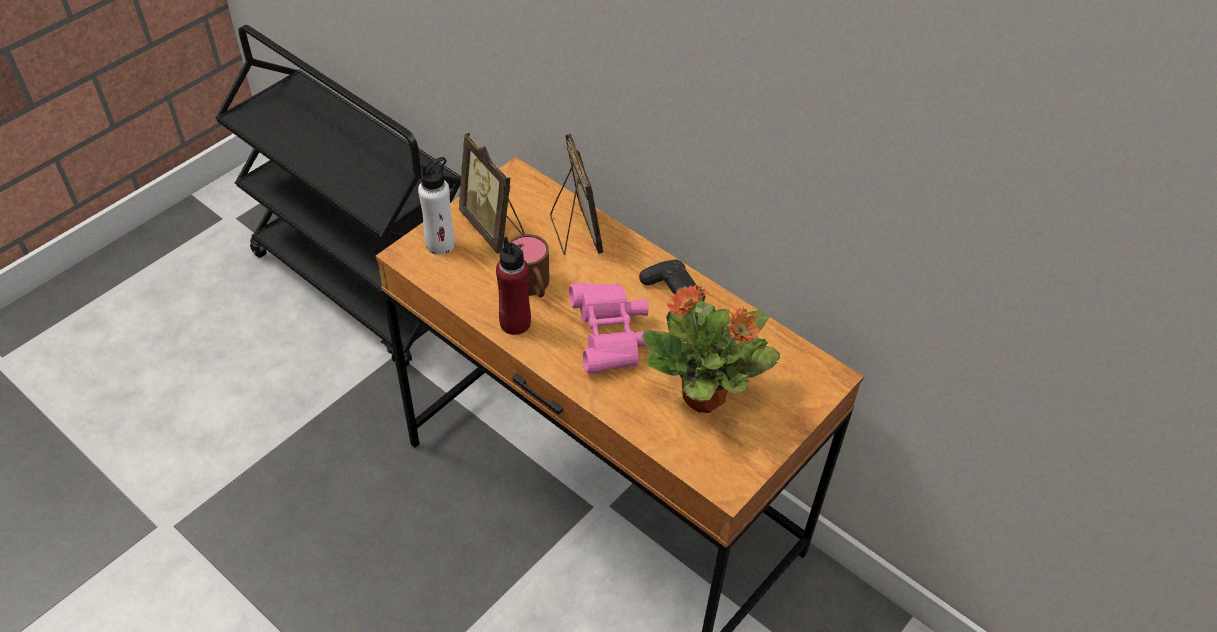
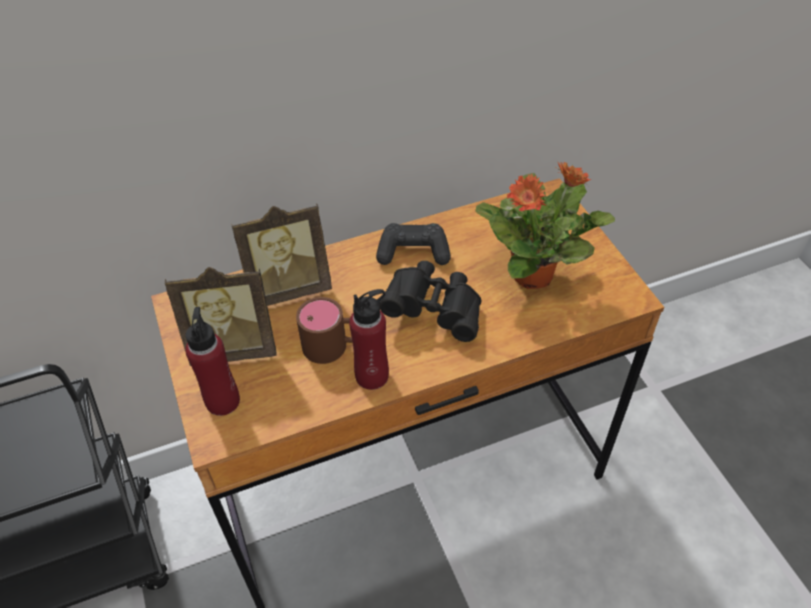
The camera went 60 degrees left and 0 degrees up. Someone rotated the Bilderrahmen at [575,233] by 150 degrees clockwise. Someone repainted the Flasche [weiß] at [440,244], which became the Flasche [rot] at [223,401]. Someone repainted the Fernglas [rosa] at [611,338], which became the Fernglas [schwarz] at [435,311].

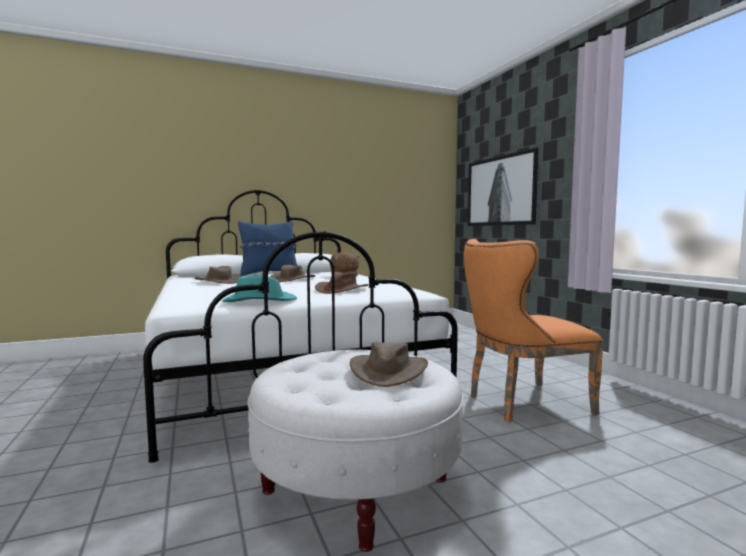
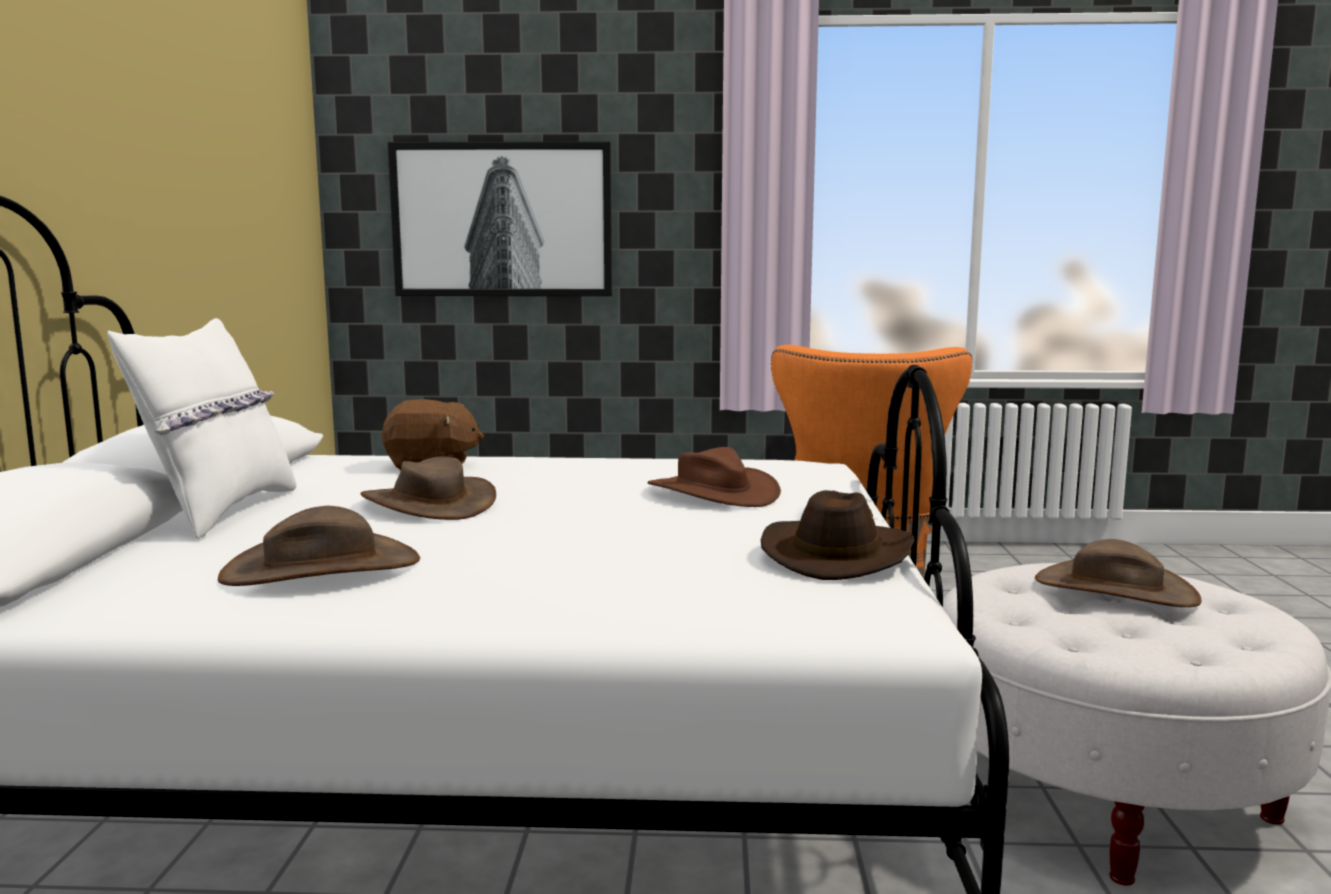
The camera went 65 degrees left and 5 degrees up. Someone repainted the Kissen [blau] at [269,274], which became the Kissen [weiß] at [220,512]. Someone repainted the Hut [türkis] at [259,301], which became the Hut [braun] at [837,555].

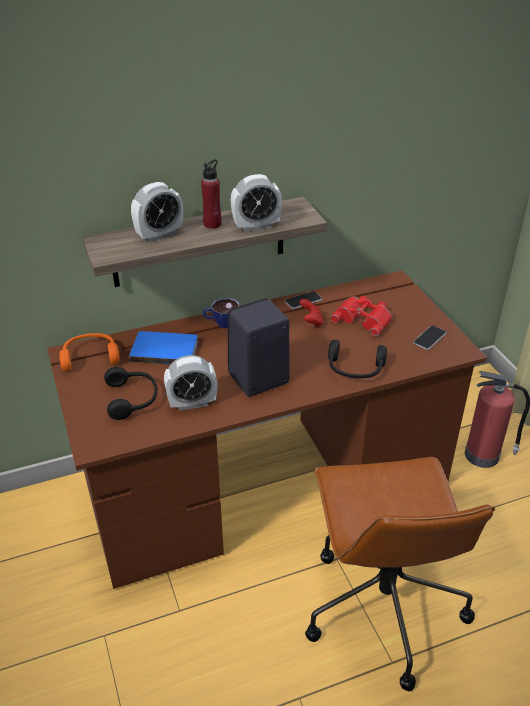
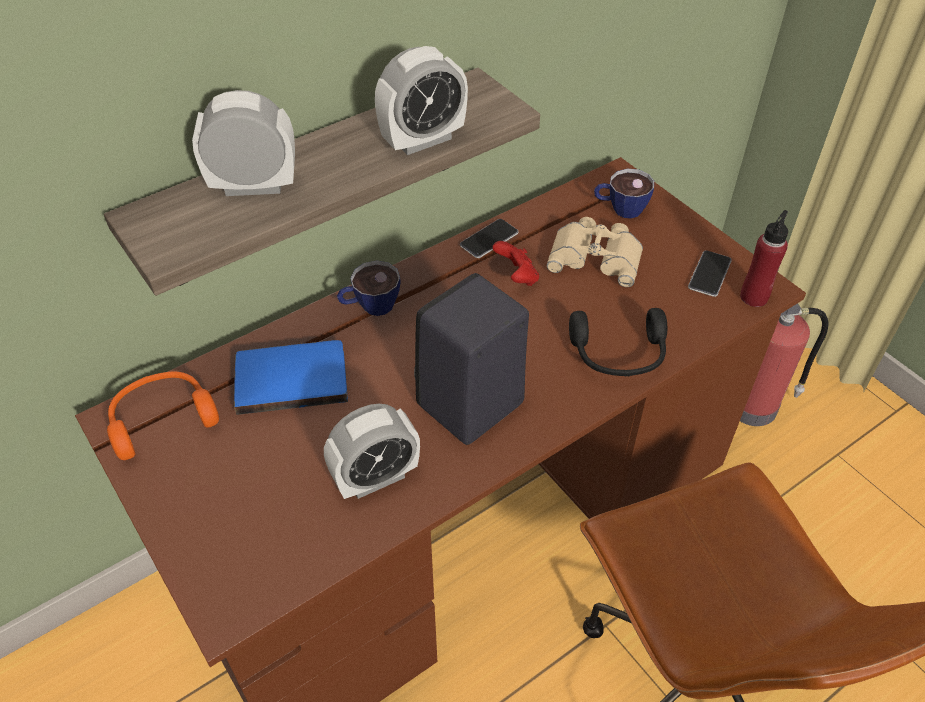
The camera went 15 degrees left and 10 degrees up. Someone carried the Flasche [rot] from [212,224] to [754,297]. Someone rotated the Wecker at [159,235] by 135 degrees counterclockwise. Someone repainted the Fernglas [rot] at [364,318], which became the Fernglas [beige] at [596,256]. Someone took away the Kopfhörer [schwarz] at [133,399]. Someone put down the Tasse at [620,208].

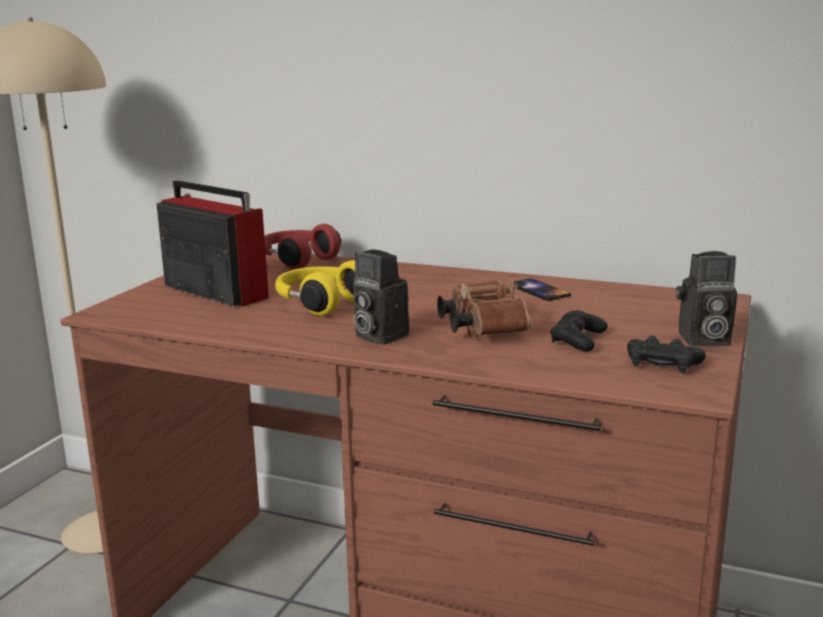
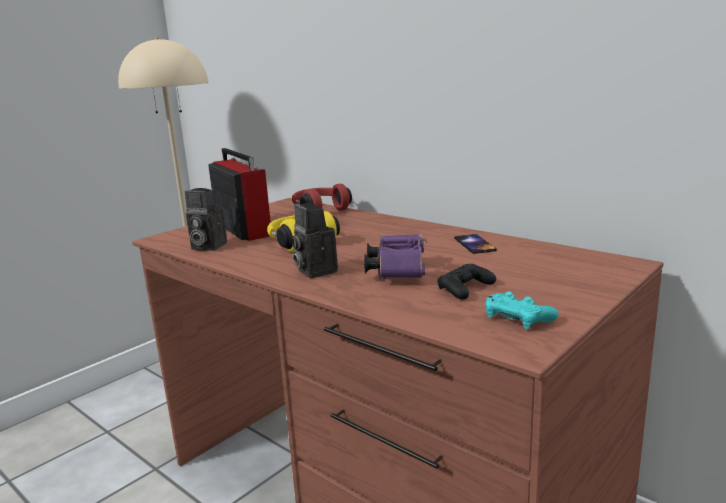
The camera went 20 degrees right and 0 degrees up. Someone carried the Kamera from [702,340] to [206,246]. Someone repainted the Fernglas [braun] at [482,327], which became the Fernglas [lila] at [398,271]. Someone repainted the Gamepad [schwarz] at [663,364], which became the Gamepad [türkis] at [518,318].

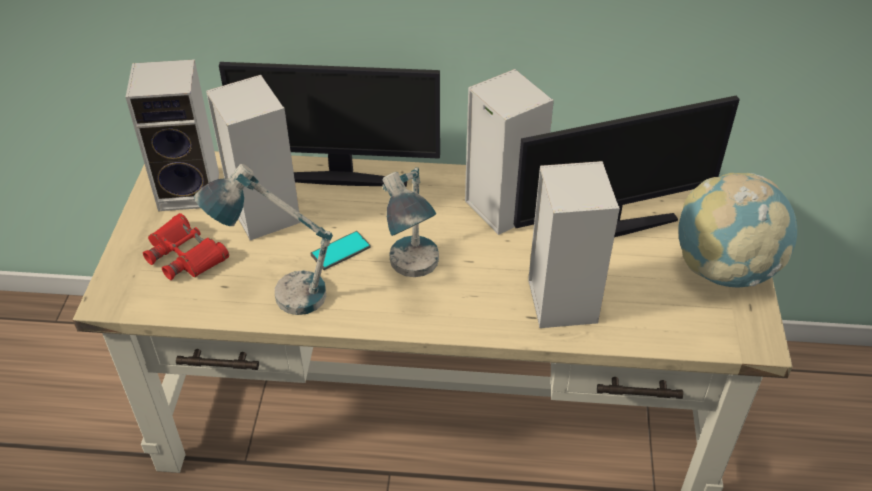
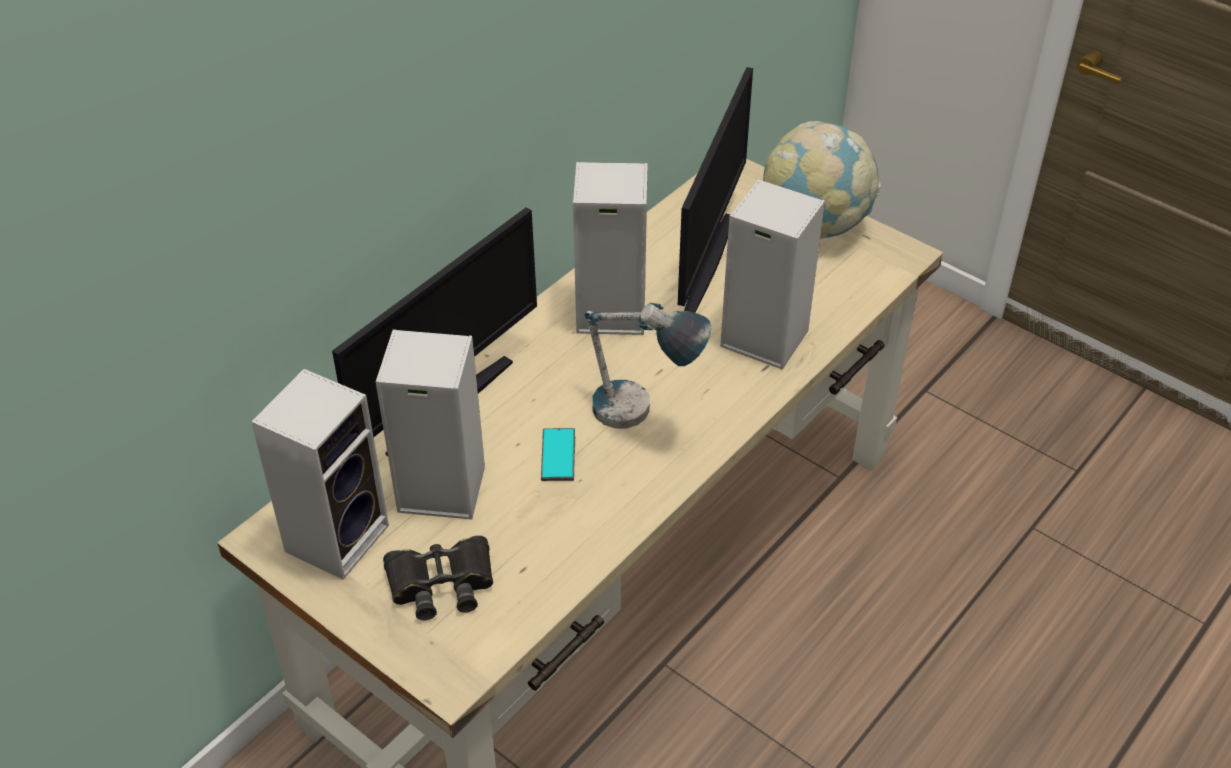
The camera went 55 degrees left and 0 degrees up. Someone took away the Tischlampe at [278,294]. Someone repainted the Fernglas [rot] at [185,254], which became the Fernglas [schwarz] at [441,583].

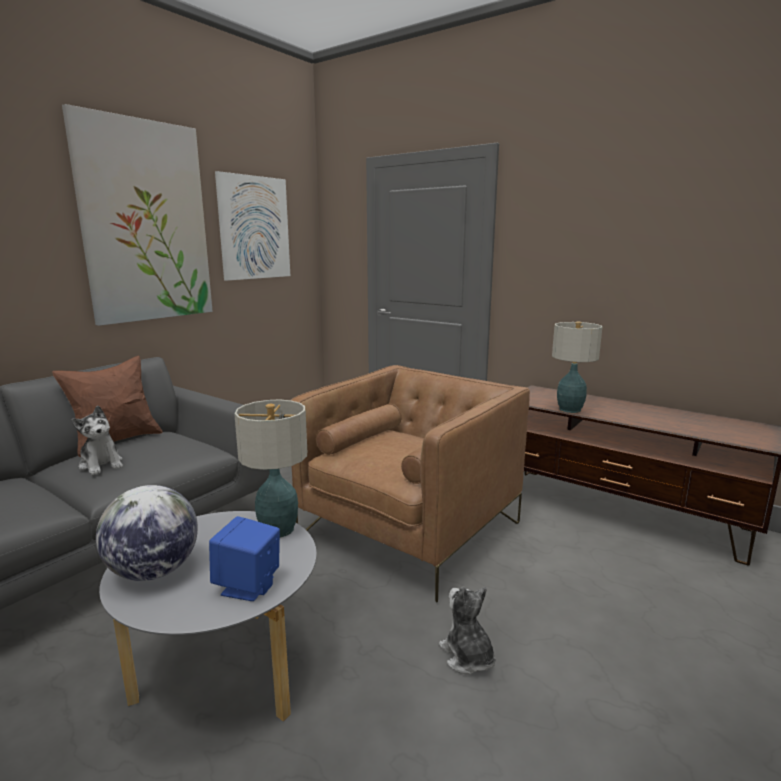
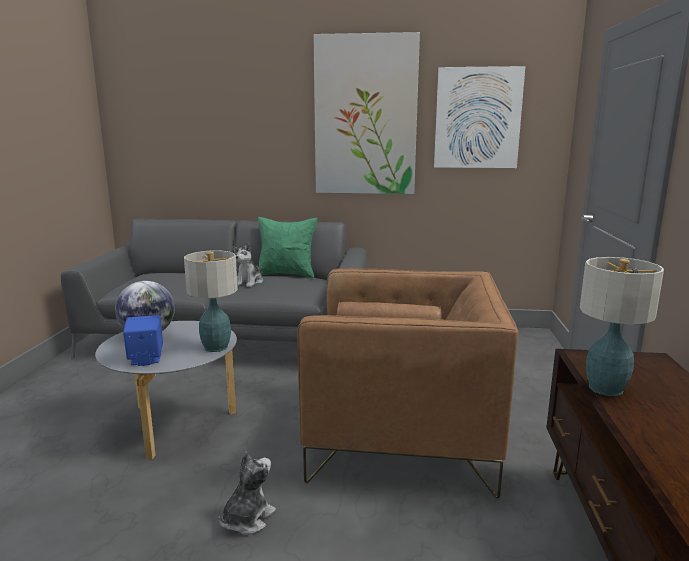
The camera went 60 degrees right and 0 degrees up. Someone repainted the Kissen [braun] at [116,441], which became the Kissen [grün] at [286,274].

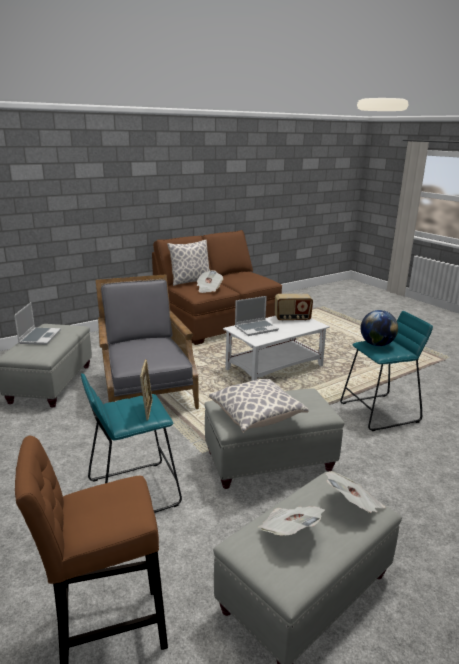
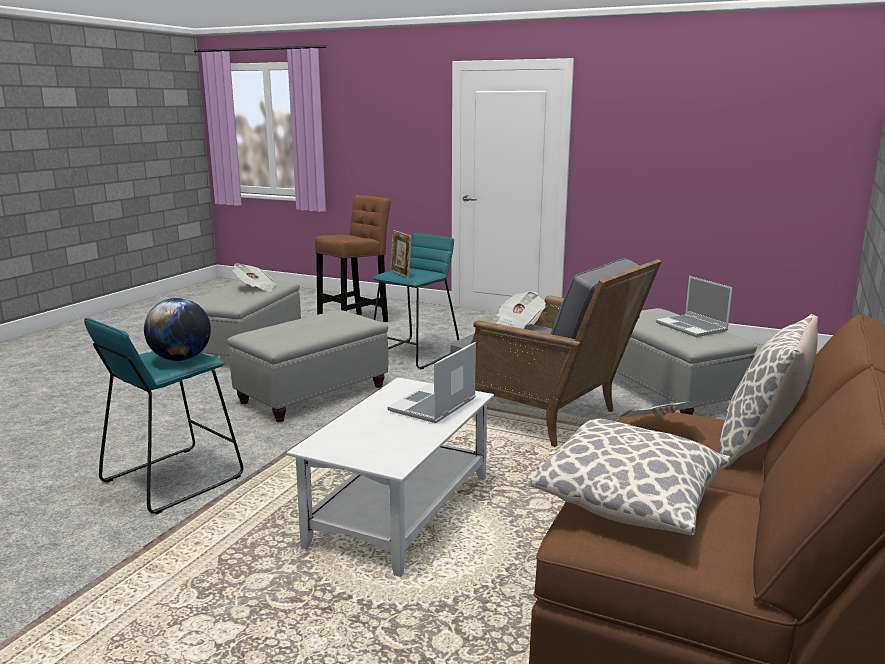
The camera went 150 degrees right and 5 degrees down. Someone took away the Radio at [292,319]. Someone carried the Kissen from [256,417] to [630,501]. Someone carried the Zeitung from [353,505] to [517,325].

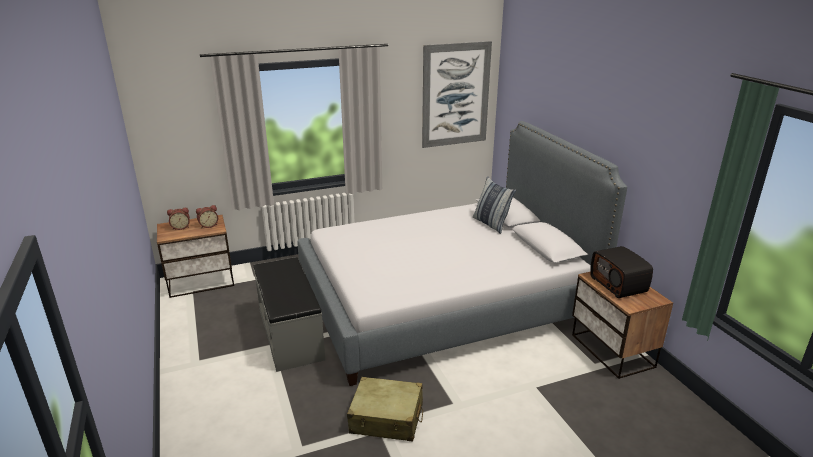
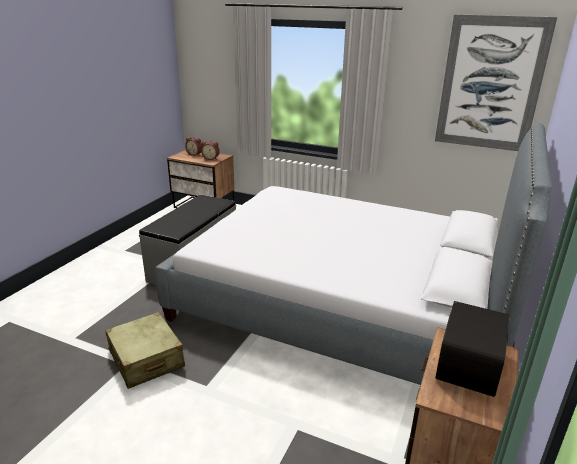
The camera went 45 degrees right and 0 degrees up. Someone took away the Kissen at [491,224].

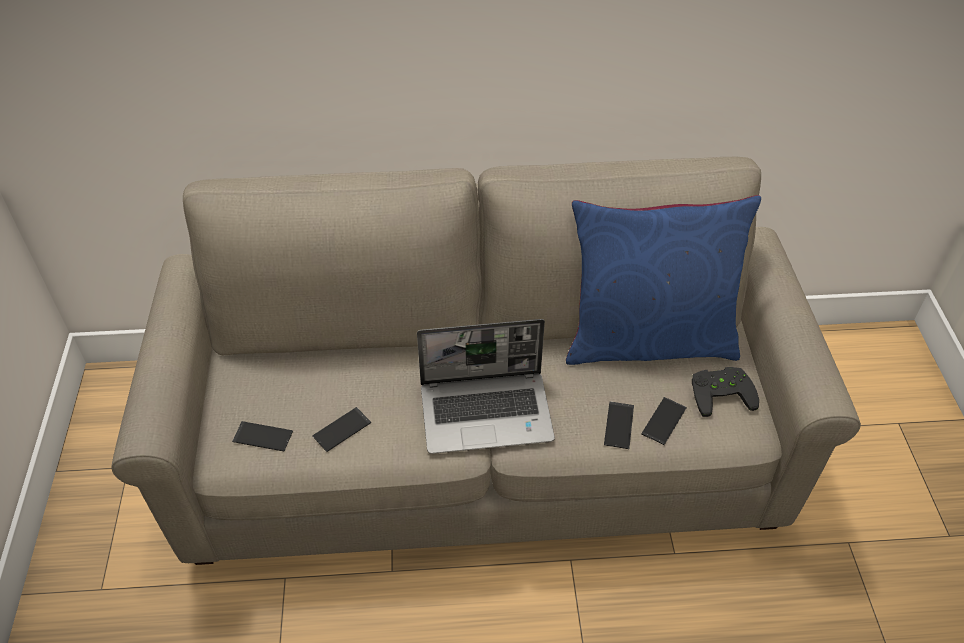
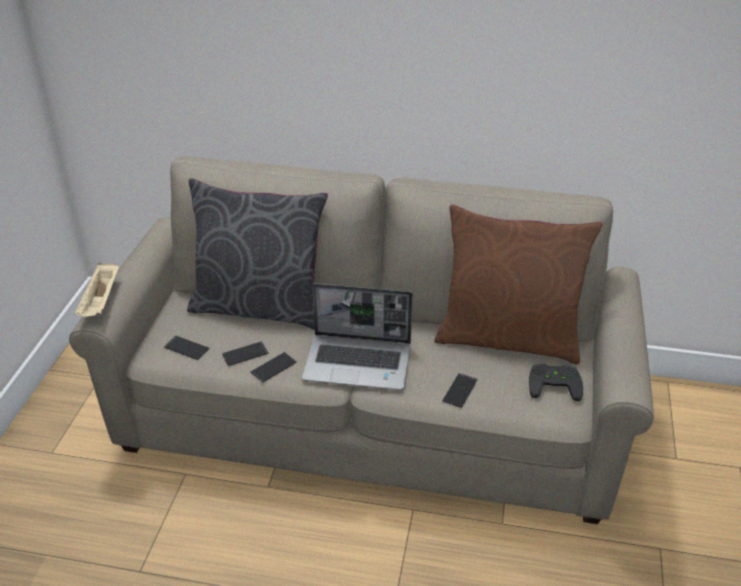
The camera went 15 degrees right and 10 degrees down. Someone repainted the Kissen [blau] at [648,340], which became the Kissen [braun] at [508,338]. Someone carried the Handy from [664,421] to [273,367]. Someone put down the Kissen [grau] at [260,307]. Someone put down the Tablett [beige] at [101,301].

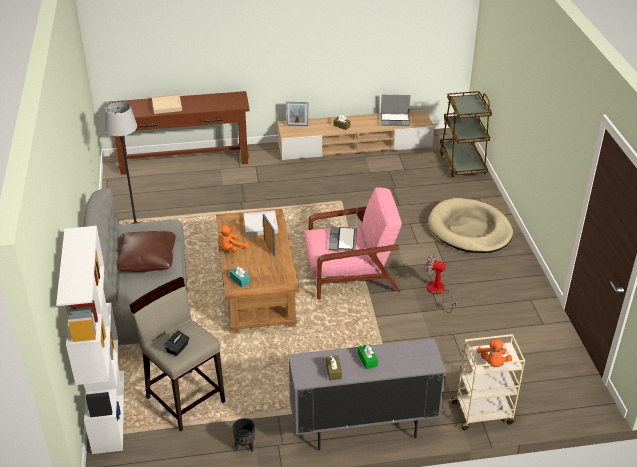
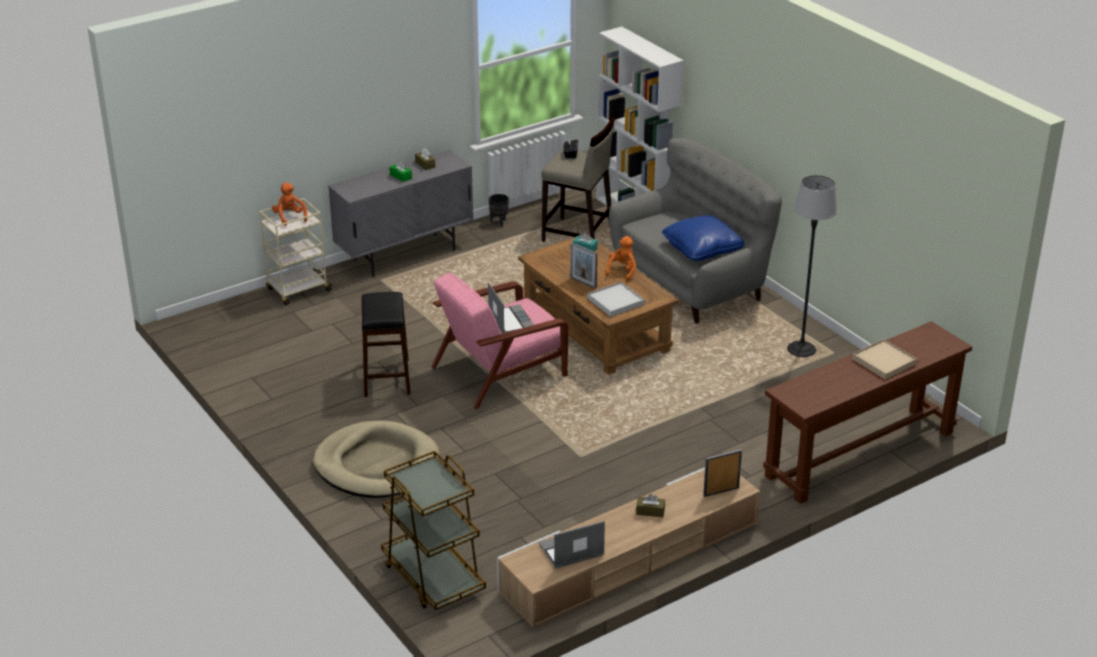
The camera went 155 degrees right and 5 degrees down. Someone repainted the Kissen [braun] at [147,260], which became the Kissen [blau] at [702,249]. Someone swapped the Ventilator at [438,292] for the Hocker [schwarz] at [386,378].

